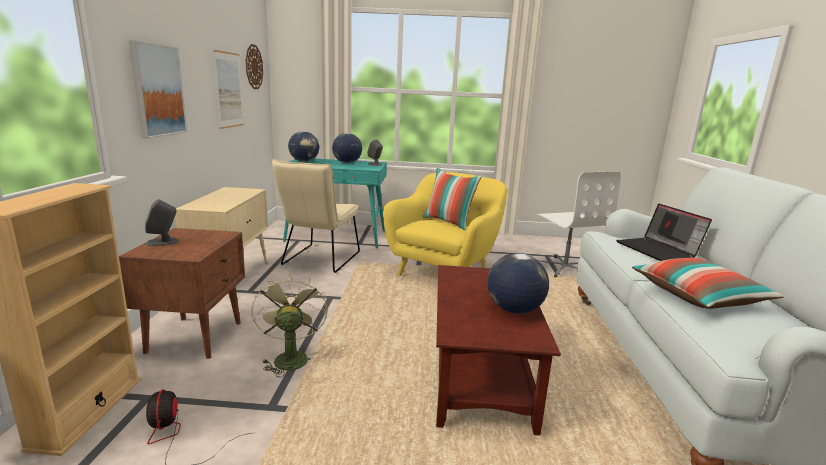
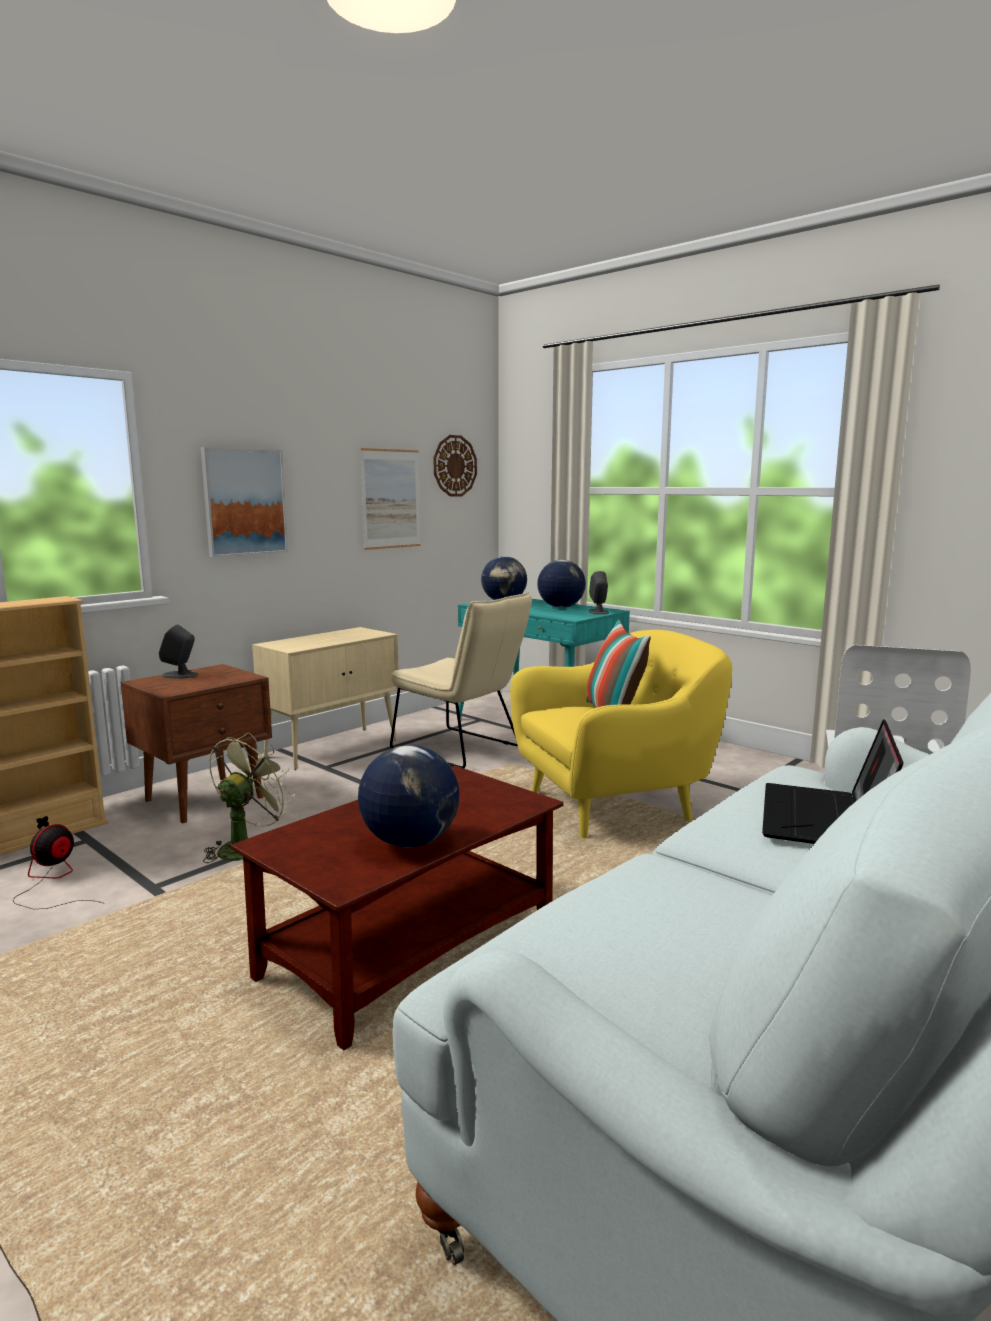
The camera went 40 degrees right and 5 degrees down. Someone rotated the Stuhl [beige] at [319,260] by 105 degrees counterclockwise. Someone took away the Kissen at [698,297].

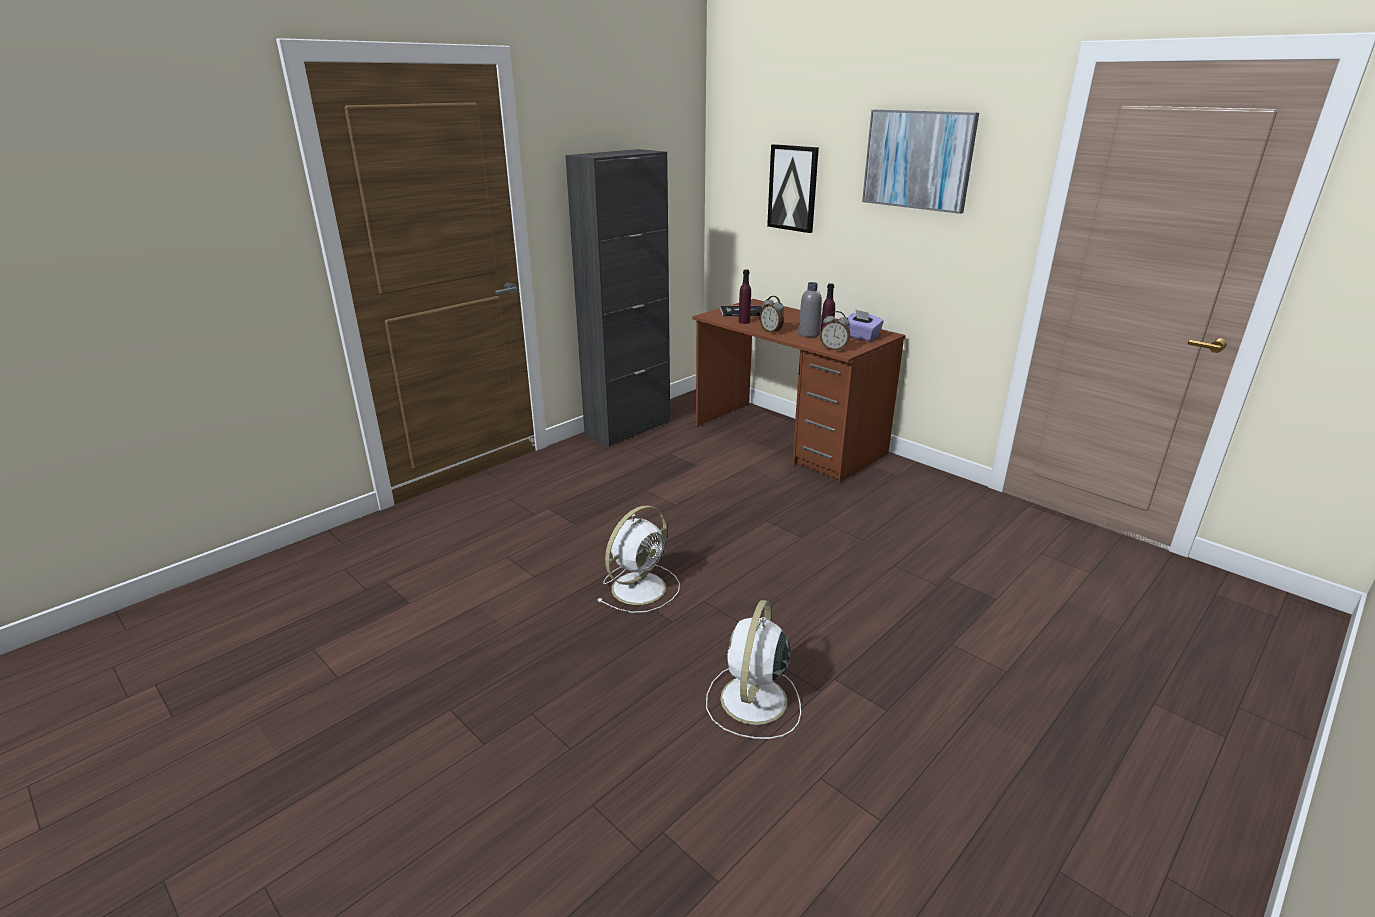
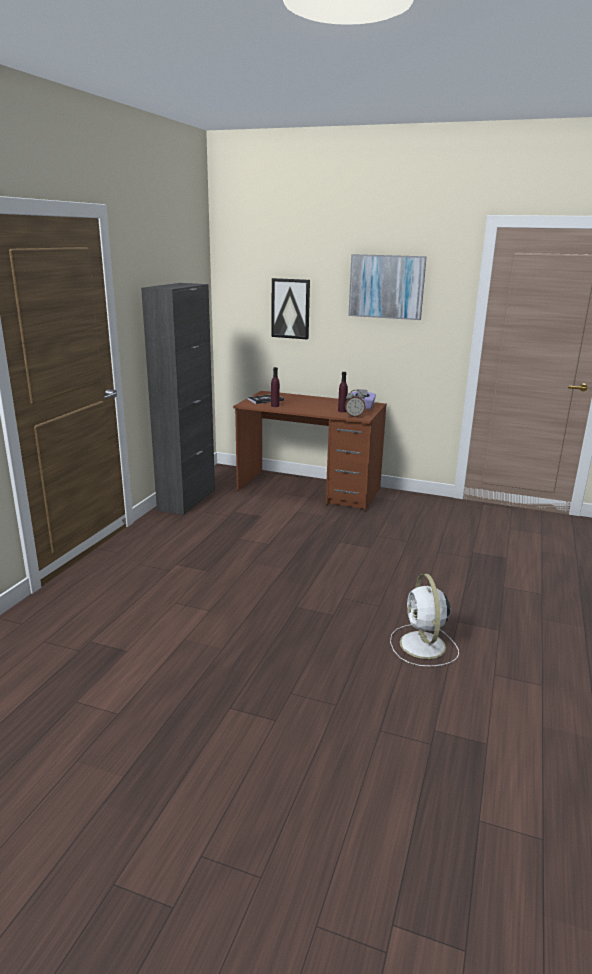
The camera went 25 degrees left and 5 degrees down. Someone took away the Flasche [grau] at [808,334]. Someone took away the Wecker at [771,331]. Someone took away the Ventilator [weiß] at [640,587].

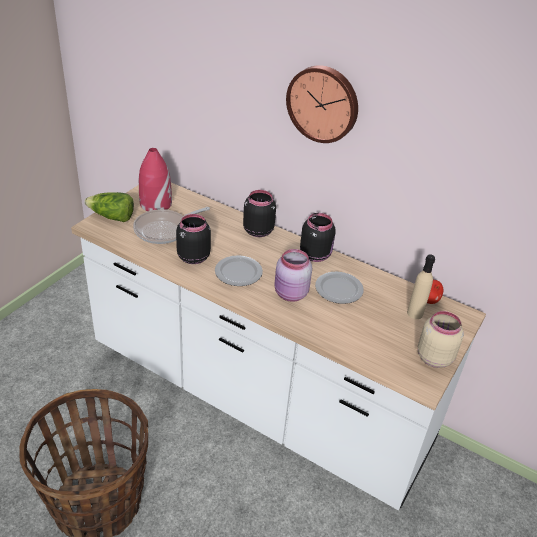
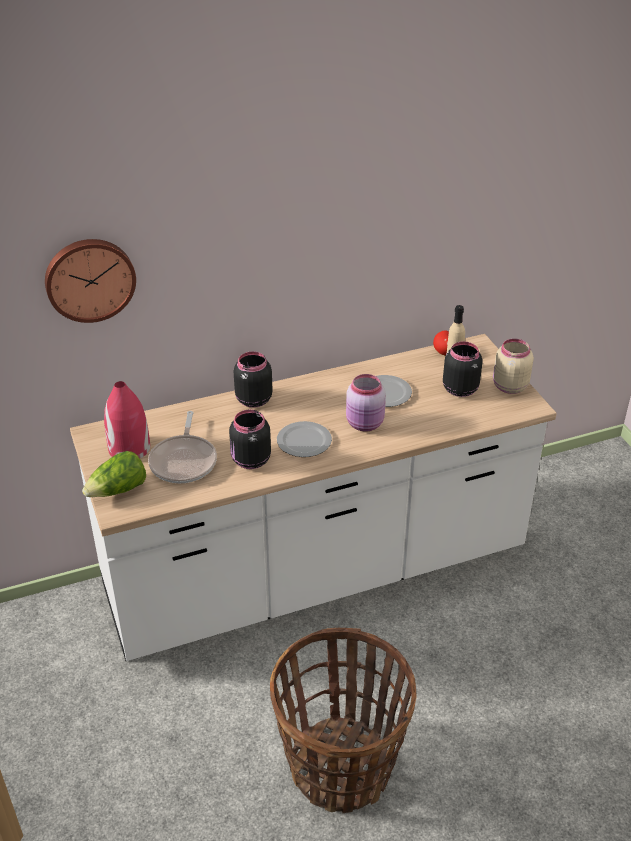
The camera went 50 degrees left and 0 degrees up. Someone carried the Wanduhr from [323,103] to [89,279]. Someone carried the Vorratsglas [schwarz] from [316,255] to [460,388].

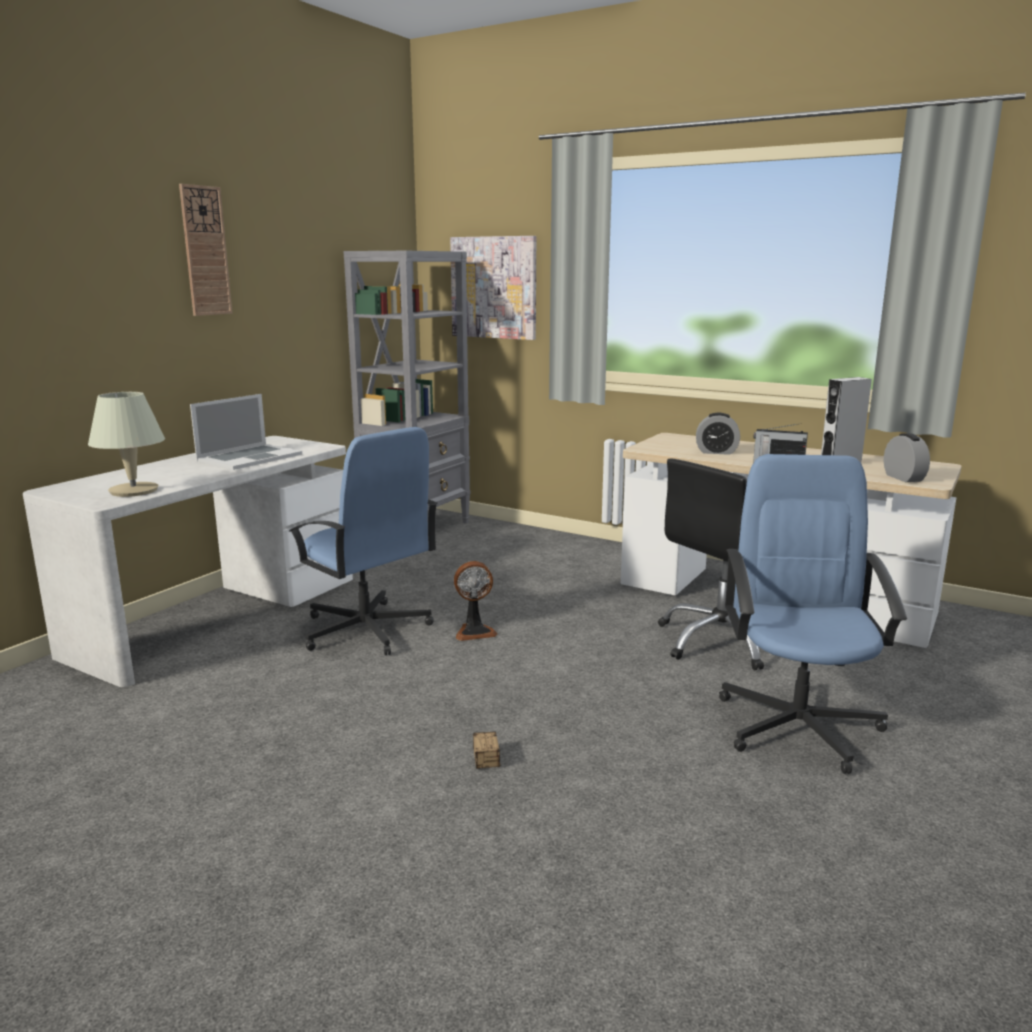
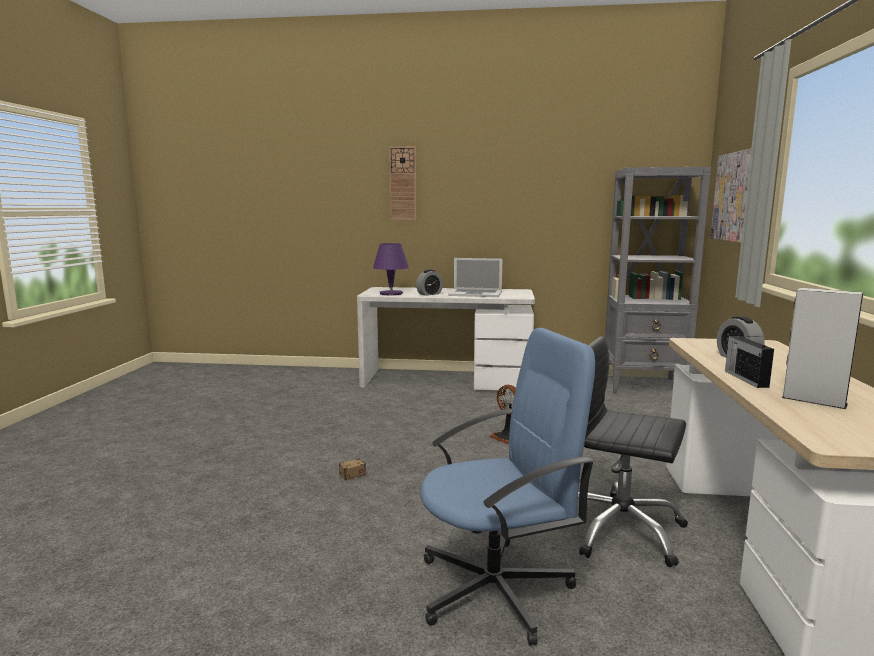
The camera went 65 degrees right and 5 degrees down. Someone carried the Wanduhr from [205,251] to [403,183]. Someone repainted the Tischlampe [beige] at [133,491], which became the Tischlampe [lila] at [391,293]. Someone took away the Bürostuhl [blau] at [366,630]. Someone carried the Wecker from [903,478] to [429,294].

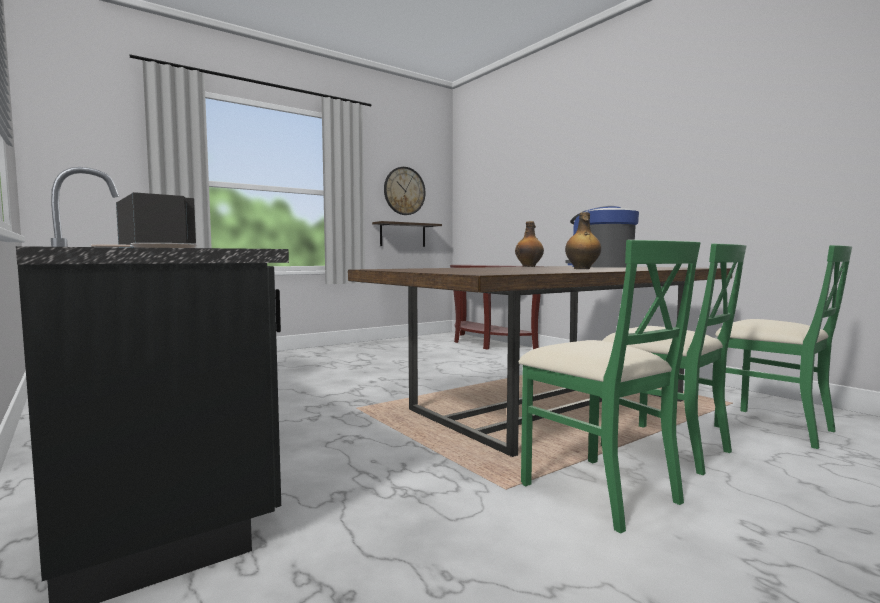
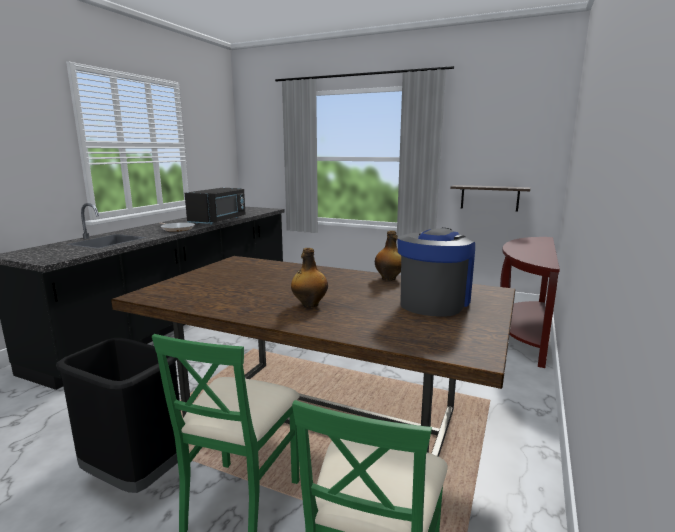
The camera went 60 degrees right and 10 degrees up. Someone took away the Wanduhr at [404,191]. Someone swapped the Stuhl [grün] at [599,490] for the Mülleimer [schwarz] at [134,476].

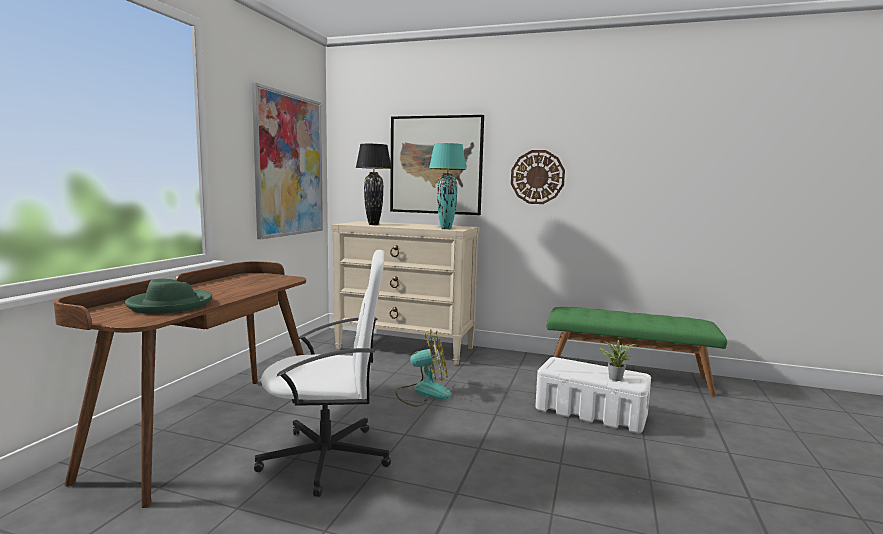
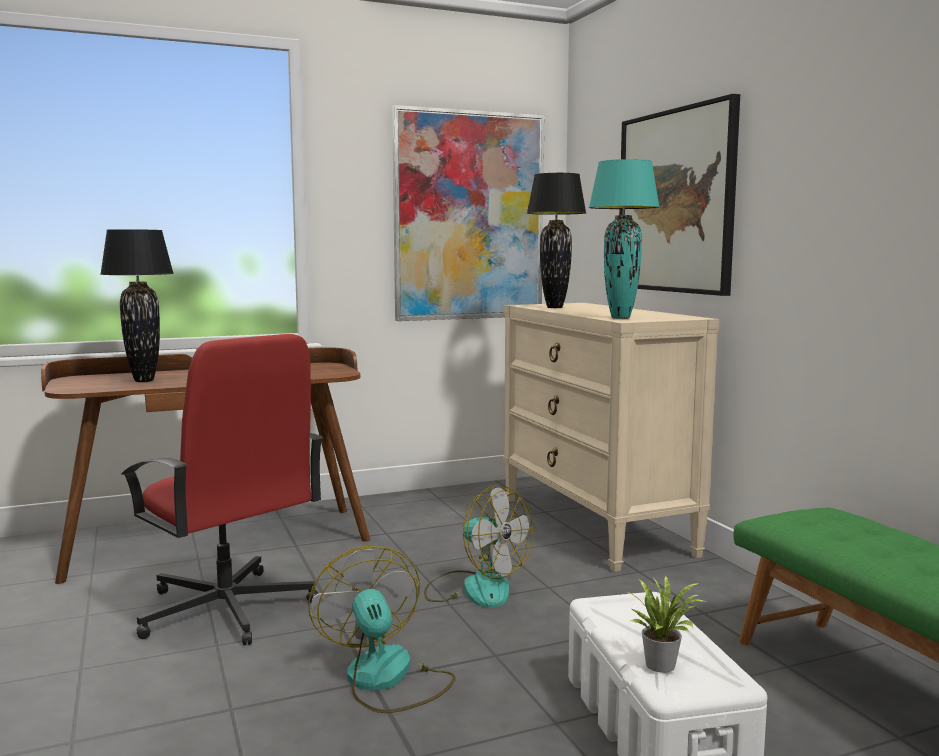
The camera went 50 degrees right and 0 degrees up. Someone took away the Wanduhr at [537,177]. Someone repainted the Bürostuhl [weiß] at [328,458], which became the Bürostuhl [rot] at [226,610]. Someone swapped the Hut [grün] at [170,305] for the Tischlampe [schwarz] at [143,381]. Someone put down the Ventilator at [386,680].

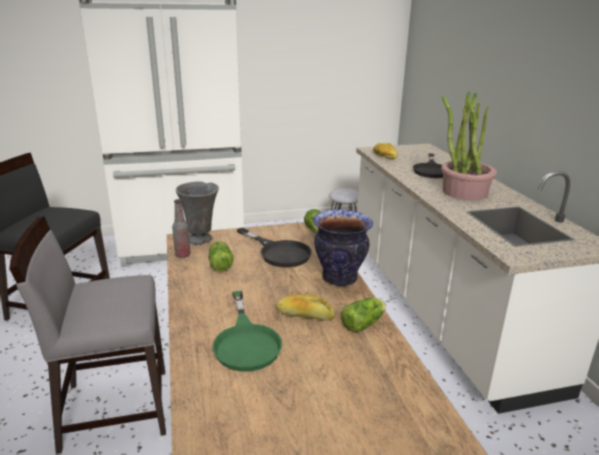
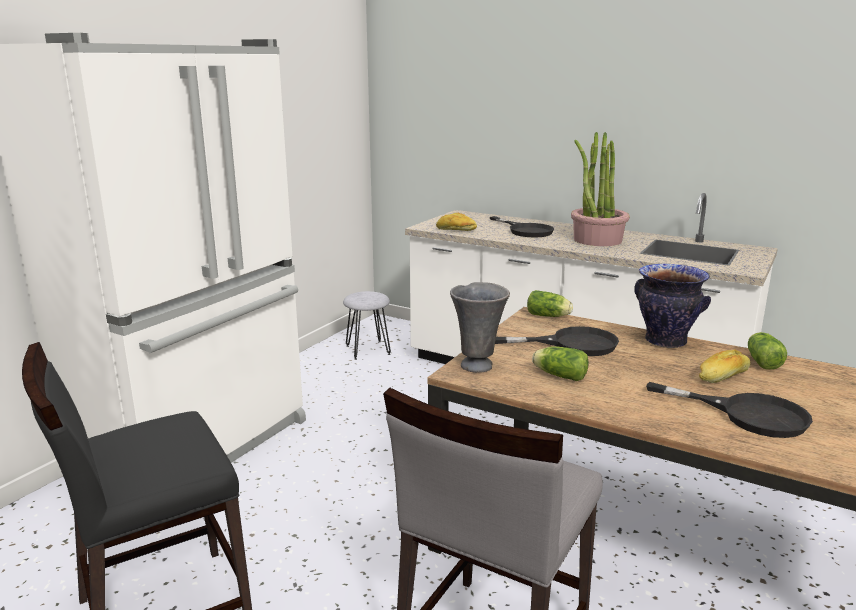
The camera went 45 degrees left and 5 degrees down. Someone took away the Flasche at [182,255]. Someone repainted the Pfanne [grün] at [246,341], which became the Pfanne [schwarz] at [747,414].

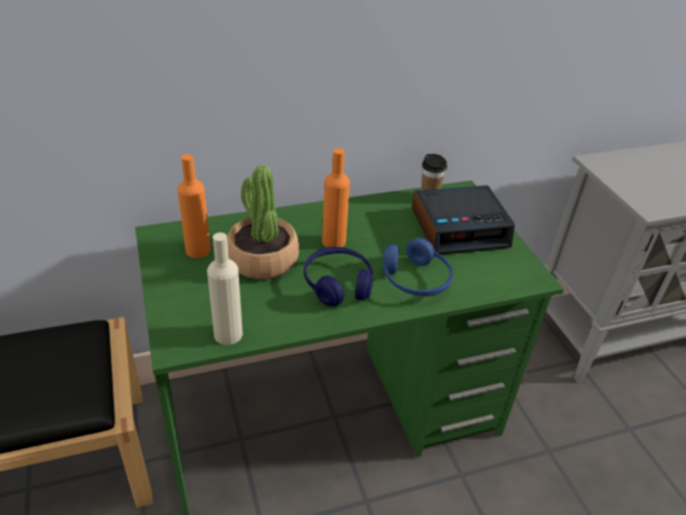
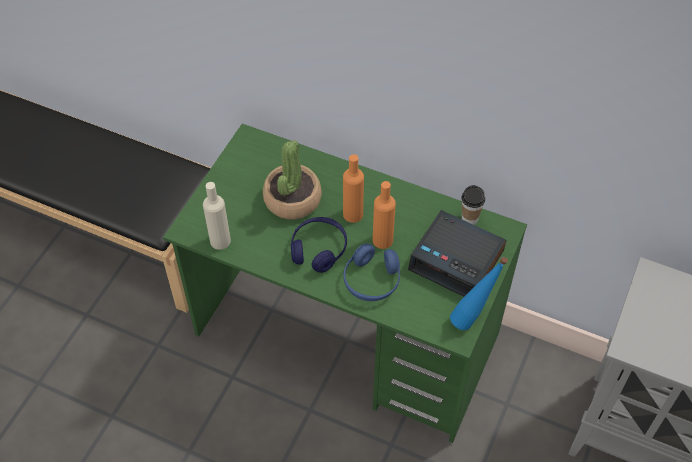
The camera went 45 degrees right and 15 degrees up. Someone carried the Flasche [orange] from [198,250] to [382,240]. Someone put down the Flasche [blau] at [472,318].

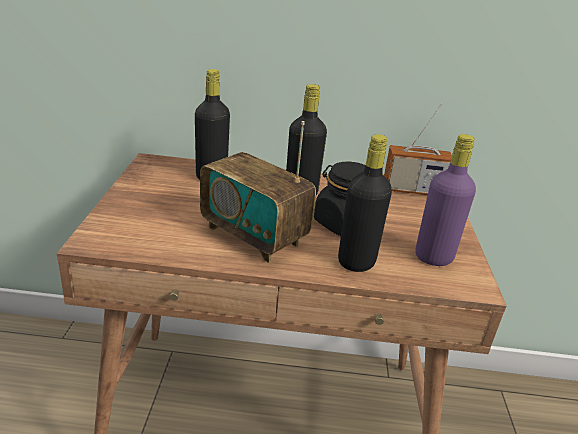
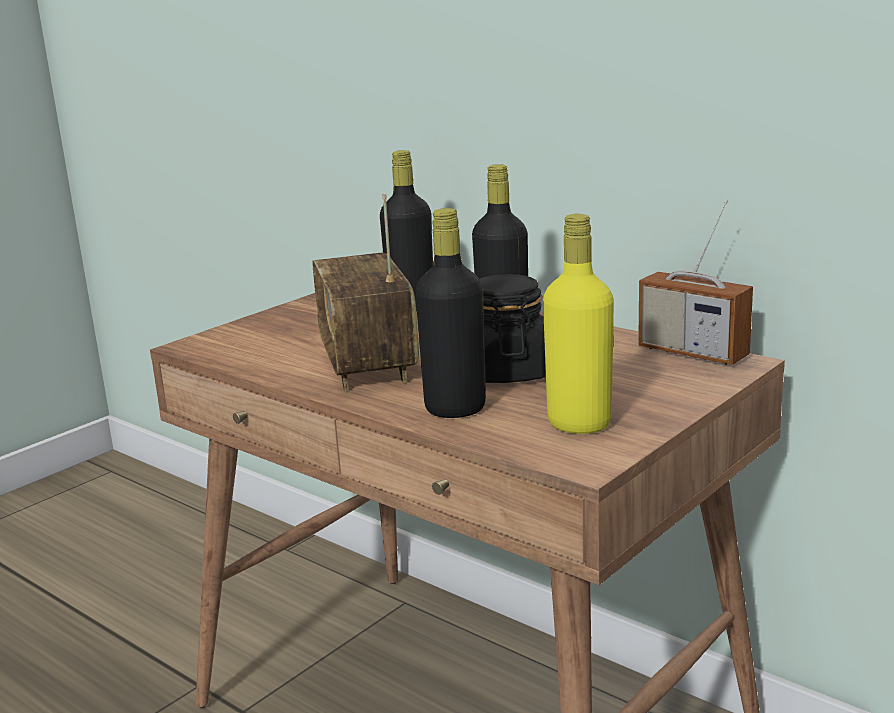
The camera went 40 degrees right and 10 degrees down. Someone repainted the Flasche [lila] at [433,257], which became the Flasche [gelb] at [579,424].

